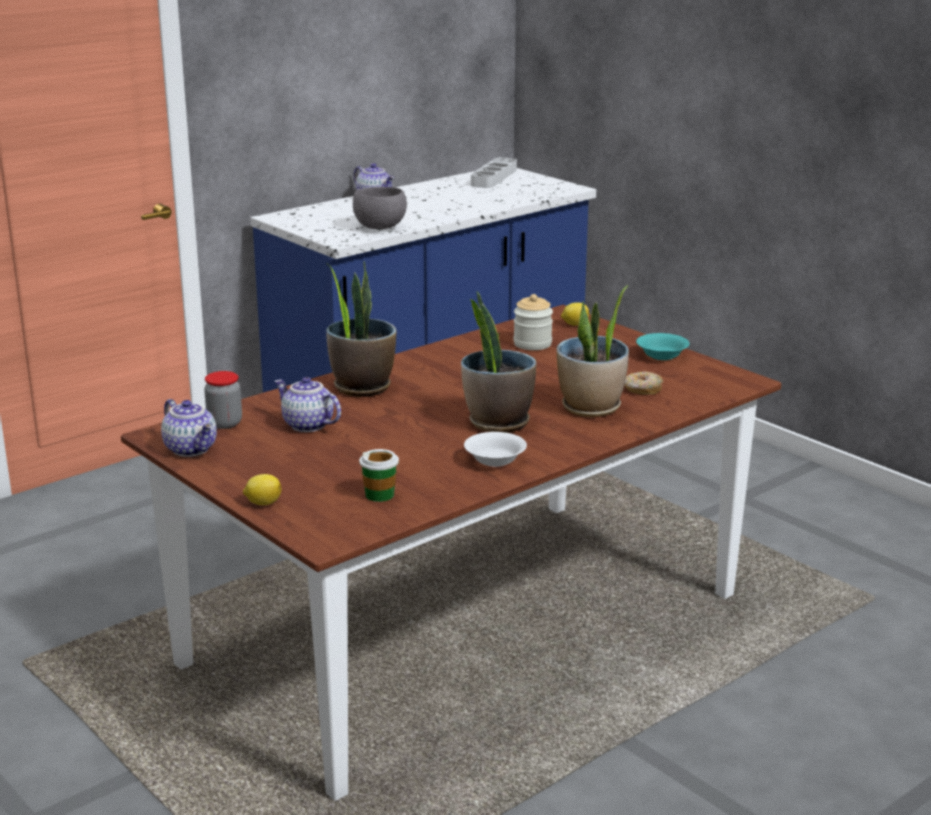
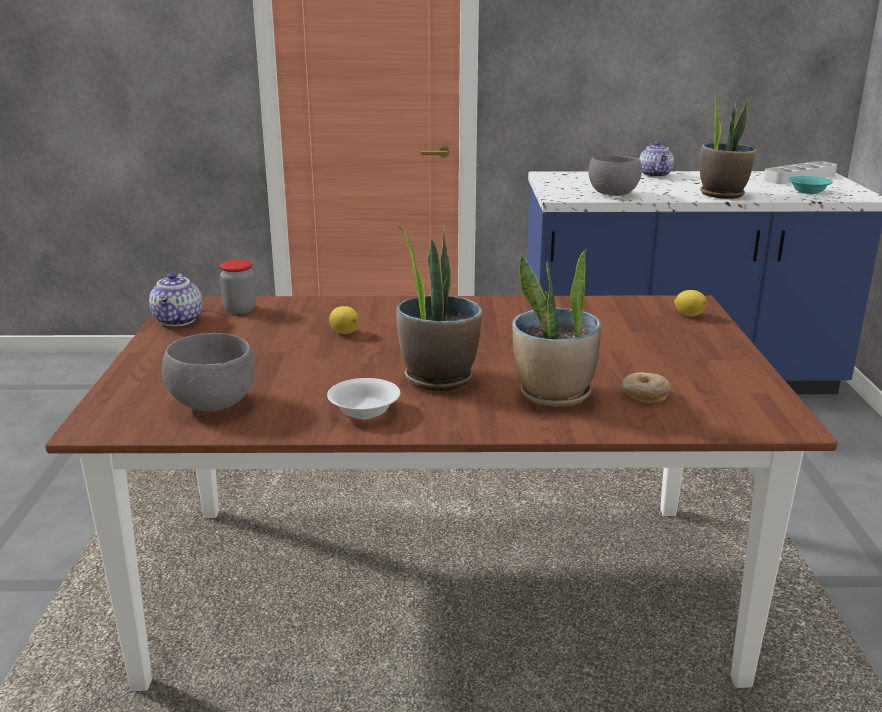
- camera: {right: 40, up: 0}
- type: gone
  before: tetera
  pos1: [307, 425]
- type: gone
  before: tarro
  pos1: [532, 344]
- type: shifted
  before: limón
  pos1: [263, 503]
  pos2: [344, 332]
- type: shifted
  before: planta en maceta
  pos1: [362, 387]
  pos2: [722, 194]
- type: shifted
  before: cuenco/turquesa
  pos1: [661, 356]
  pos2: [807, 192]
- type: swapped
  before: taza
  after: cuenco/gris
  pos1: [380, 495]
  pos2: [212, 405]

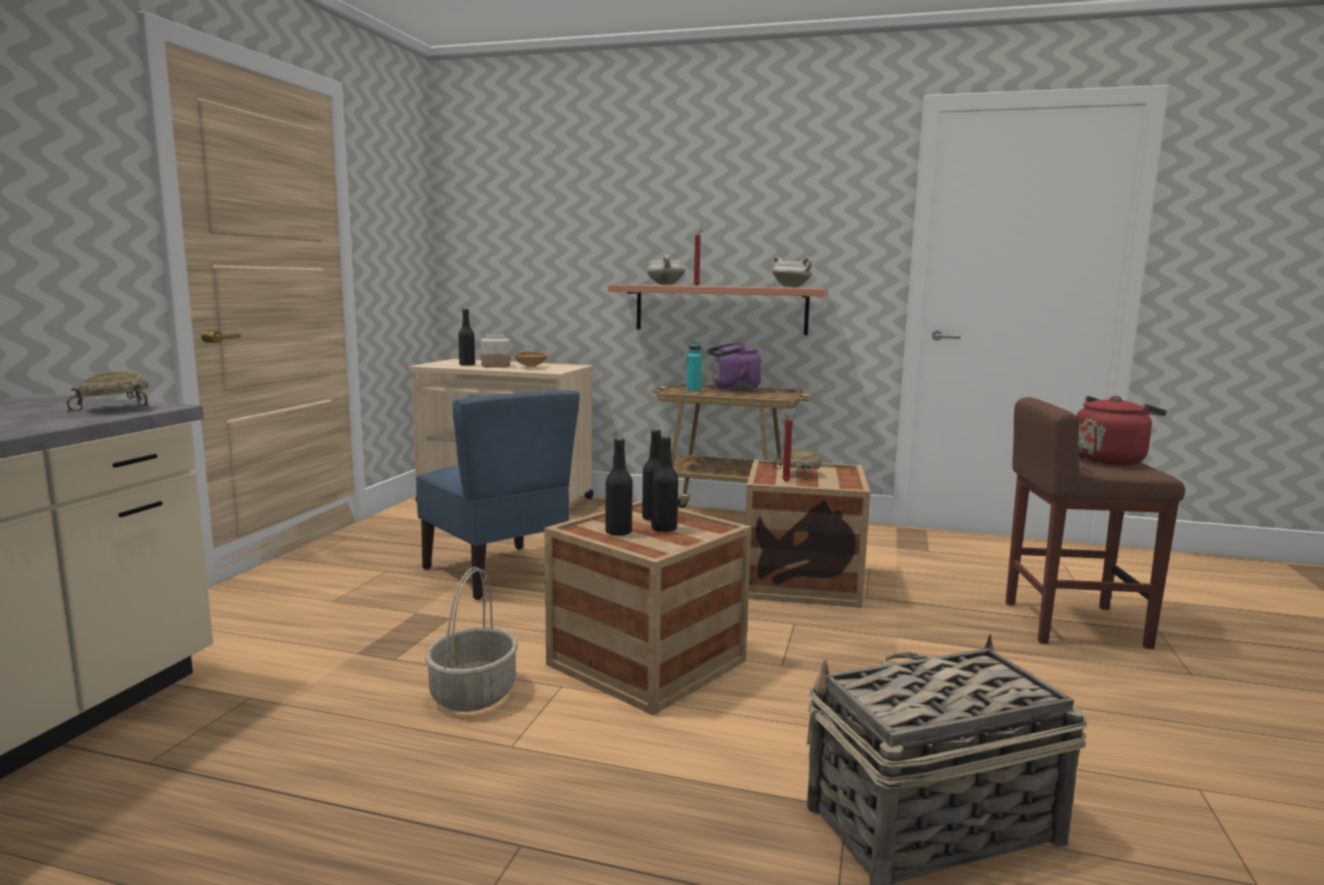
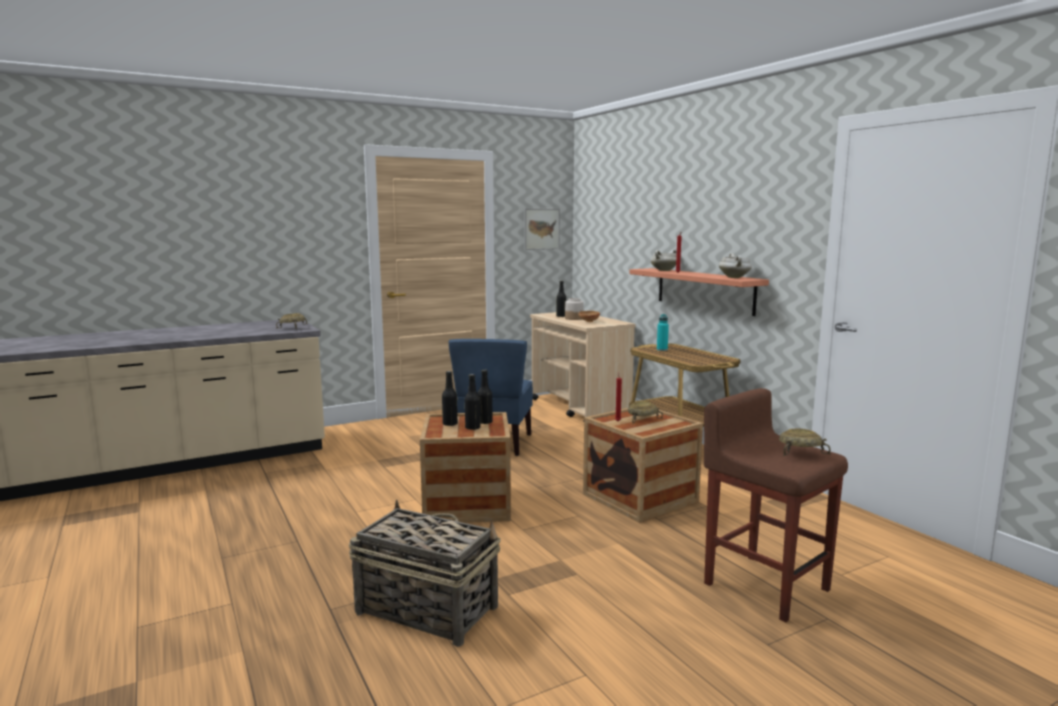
- camera: {right: 45, up: 0}
- type: gone
  before: cesta
  pos1: [473, 693]
- type: gone
  before: hervidor/morado
  pos1: [733, 389]
- type: new
  after: cuadro
  pos2: [541, 229]
- type: swapped
  before: hervidor/rojo
  after: cuenco/beis
  pos1: [1109, 460]
  pos2: [800, 453]

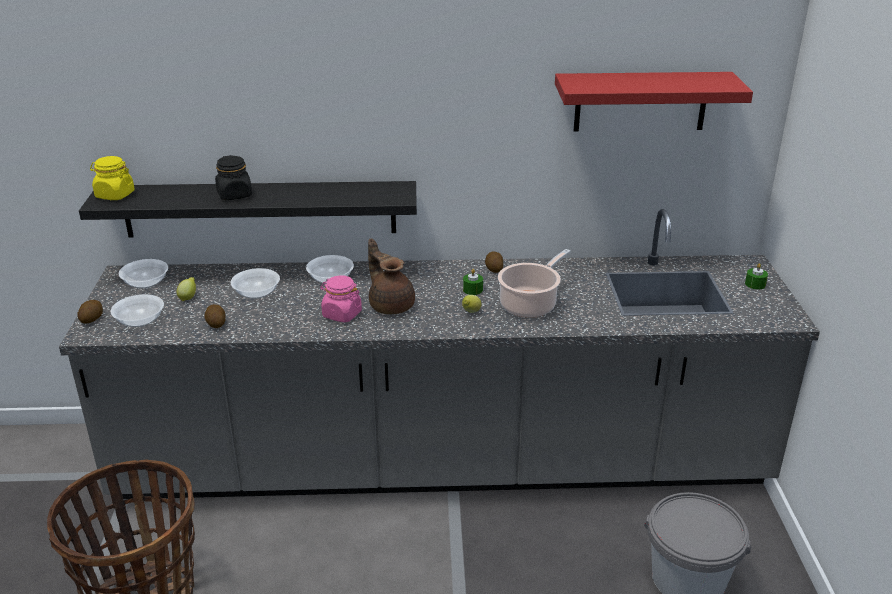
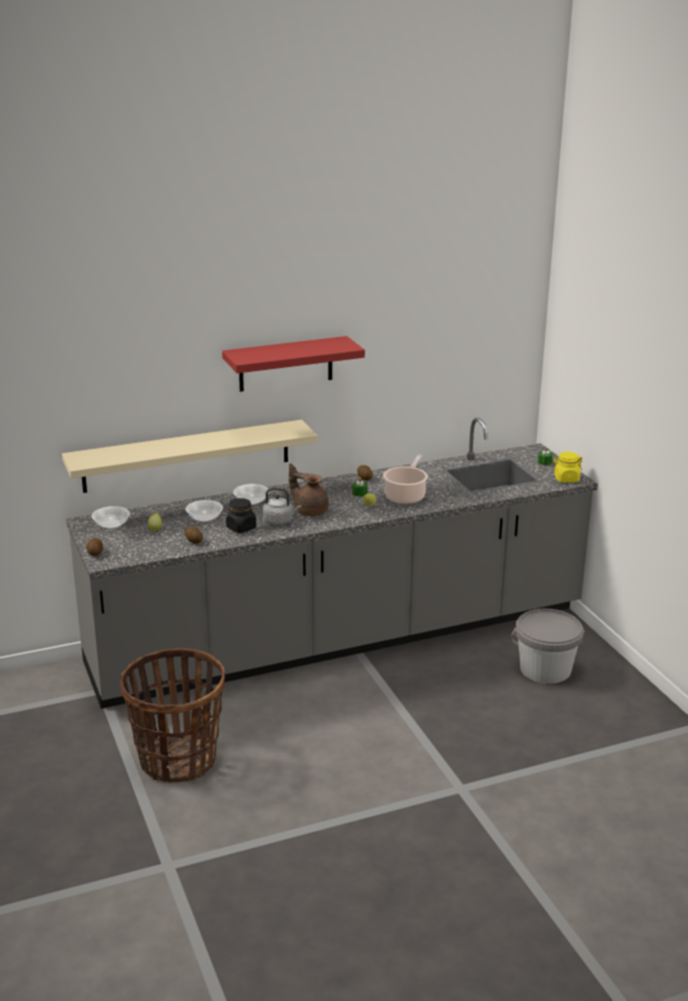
- camera: {right: -20, up: -5}
- type: gone
  before: cuenco
  pos1: [140, 320]
- type: shifted
  before: tarro/amarillo
  pos1: [115, 195]
  pos2: [566, 479]
- type: shifted
  before: tarro/negro
  pos1: [234, 195]
  pos2: [241, 528]
- type: shifted
  before: estante/rojo
  pos1: [640, 101]
  pos2: [285, 364]
- type: swapped
  before: tarro/rosa
  after: hervidor/gris
  pos1: [341, 314]
  pos2: [280, 521]
- type: repainted
  before: estante/negro
  after: estante/beis
  pos1: [260, 209]
  pos2: [187, 456]

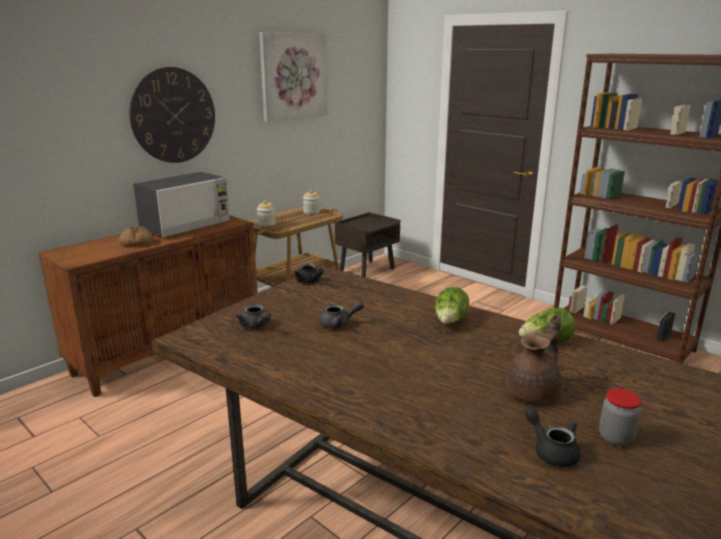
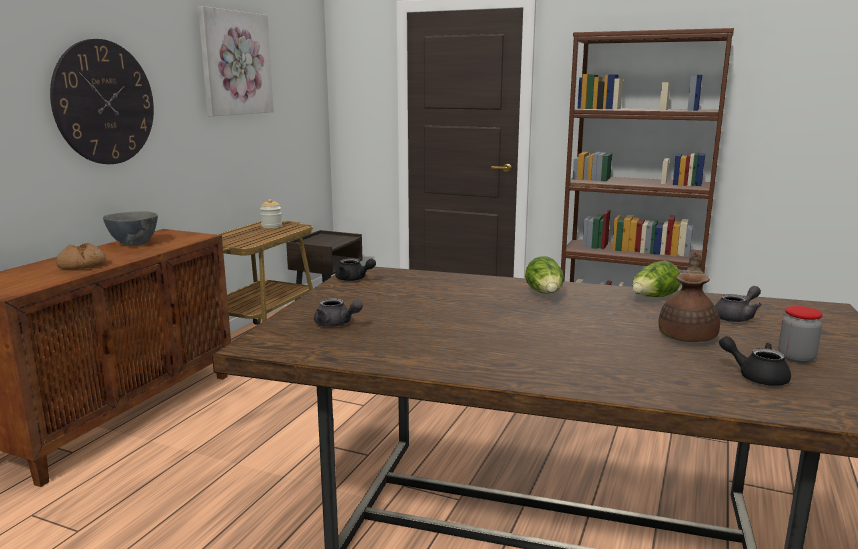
- camera: {right: -20, up: -5}
- type: gone
  before: tarro
  pos1: [266, 224]
- type: shifted
  before: tetera/gris
  pos1: [339, 324]
  pos2: [736, 317]
- type: swapped
  before: microondas
  after: cuenco/gris
  pos1: [186, 226]
  pos2: [134, 244]

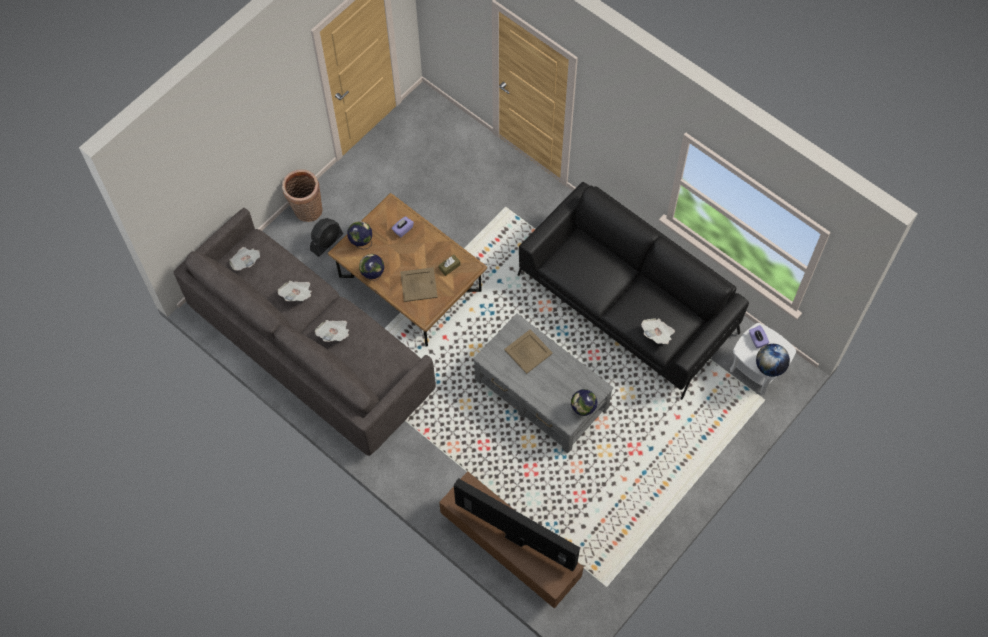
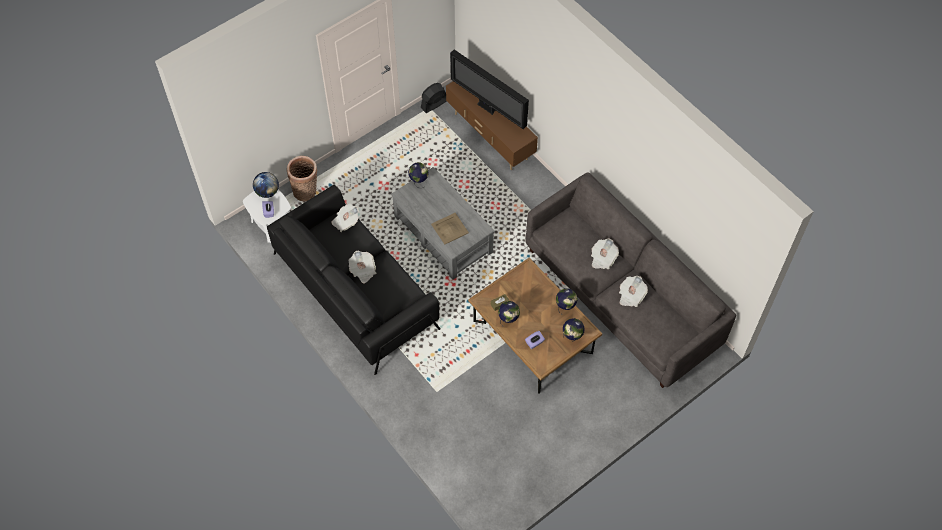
- camera: {right: -170, up: -5}
- type: gone
  before: bandeja/beis
  pos1: [419, 285]
- type: new
  after: globo terráqueo
  pos2: [508, 319]
- type: shifted
  before: periódico
  pos1: [245, 262]
  pos2: [363, 271]
- type: shifted
  before: cesta
  pos1: [306, 210]
  pos2: [306, 191]
- type: shifted
  before: ventilador/negro
  pos1: [327, 242]
  pos2: [434, 104]

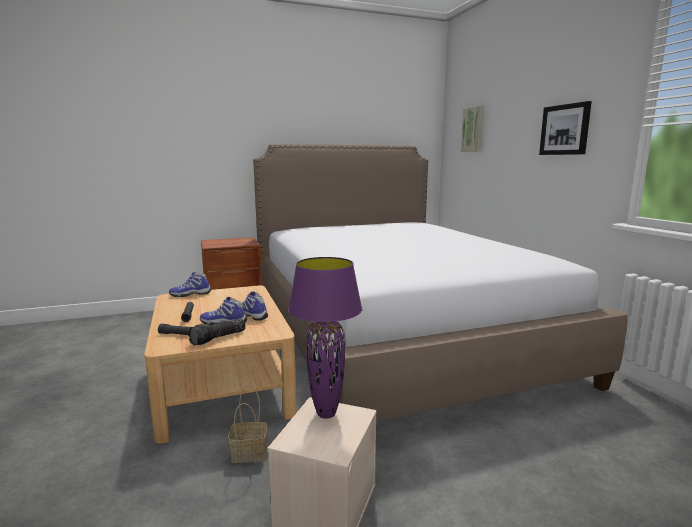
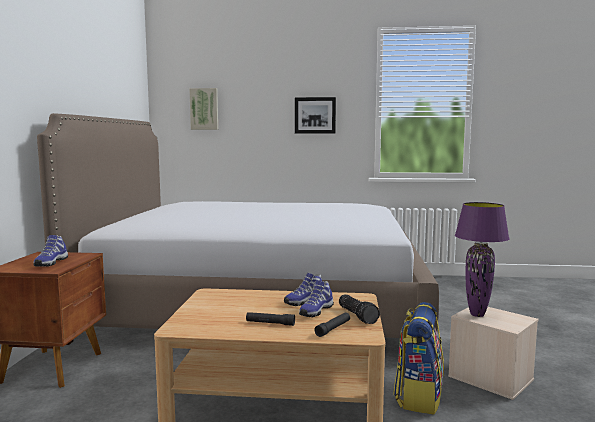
- camera: {right: -65, up: -5}
- type: shifted
  before: zapato
  pos1: [190, 294]
  pos2: [50, 263]
- type: swapped
  before: cesta
  after: mochila
  pos1: [250, 453]
  pos2: [418, 396]

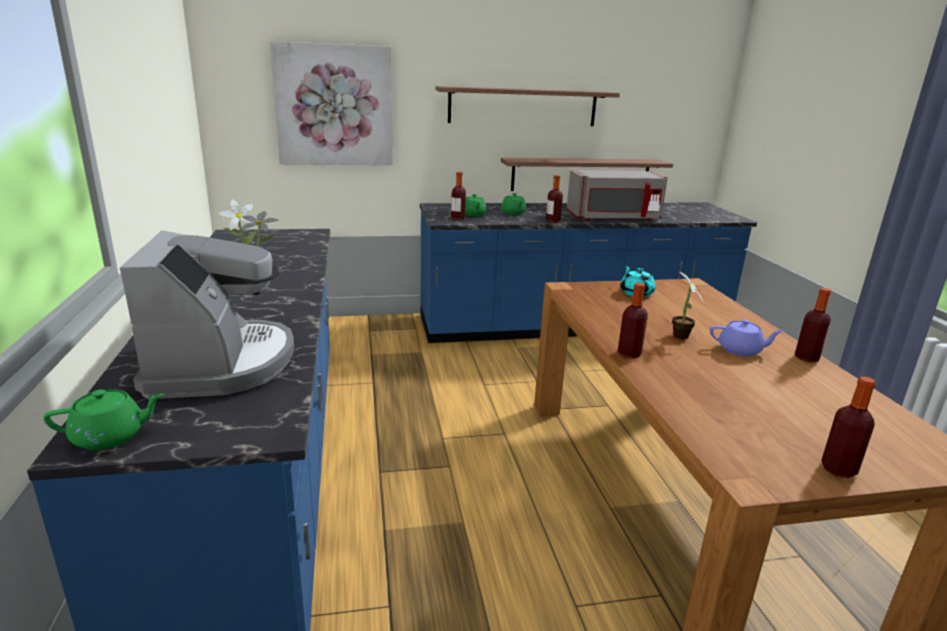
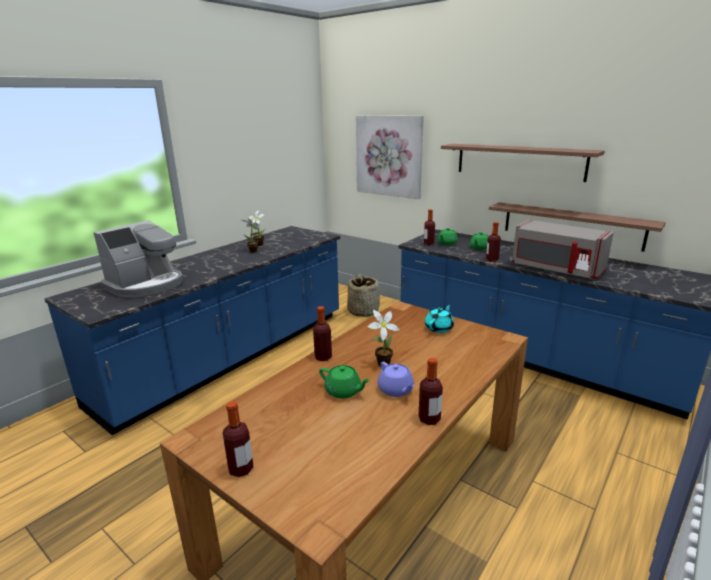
- camera: {right: 50, up: 0}
- type: new
  after: cesta
  pos2: [363, 311]
- type: shifted
  before: tetera/verde
  pos1: [111, 436]
  pos2: [344, 391]

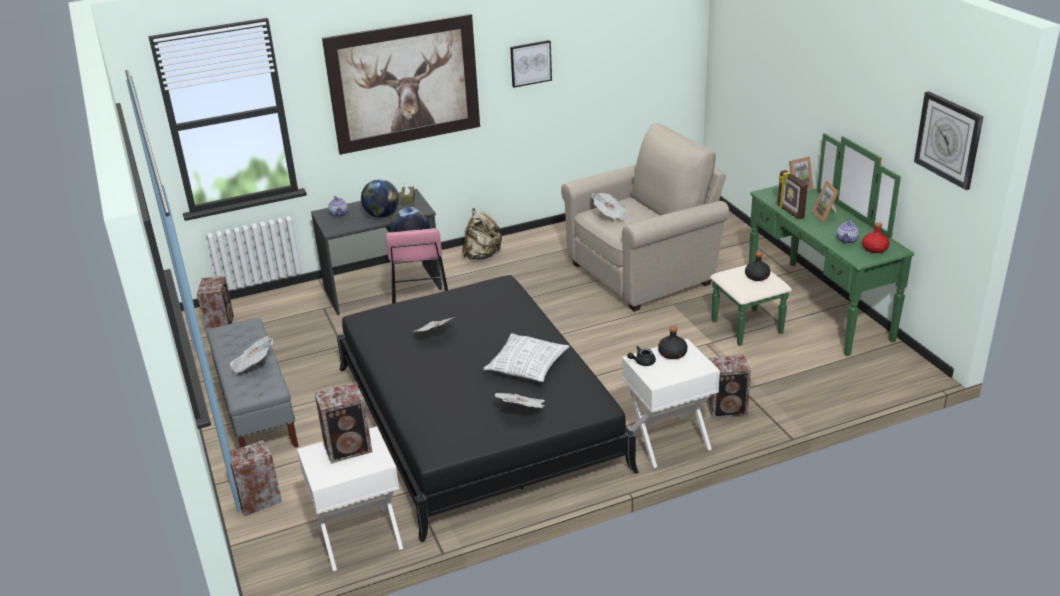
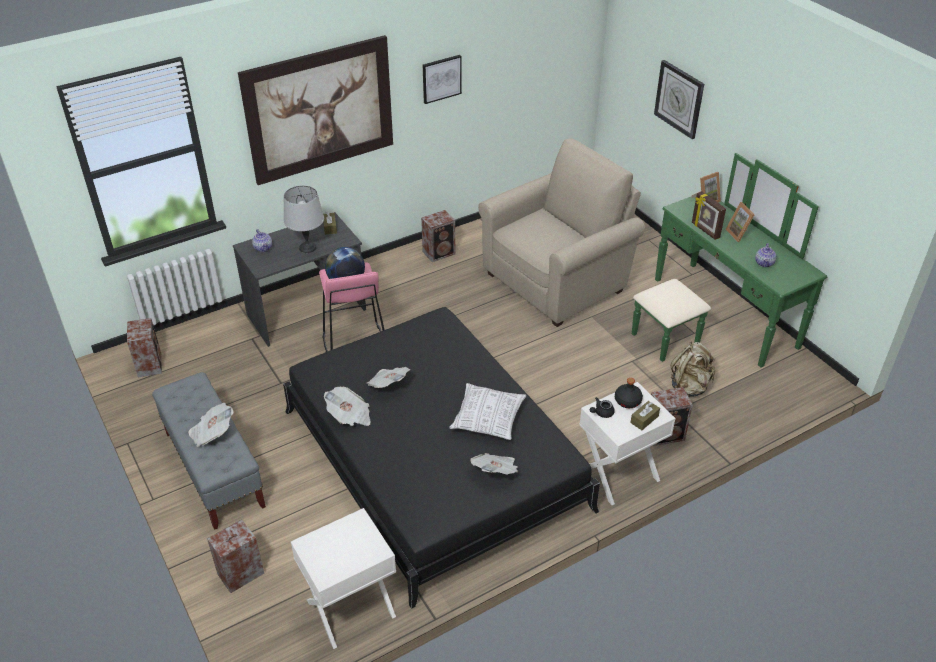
- camera: {right: -10, up: 10}
- type: gone
  before: botella/negro
  pos1: [756, 276]
- type: gone
  before: botella/rojo
  pos1: [875, 249]
- type: new
  after: caja de pañuelos/marrón
  pos2: [644, 419]
- type: shifted
  before: altavoz
  pos1: [349, 448]
  pos2: [440, 253]
- type: shifted
  before: mochila/beis
  pos1: [482, 255]
  pos2: [689, 387]
- type: shifted
  before: periódico
  pos1: [611, 216]
  pos2: [349, 416]
- type: shifted
  before: reloj de pared
  pos1: [948, 139]
  pos2: [679, 99]
- type: swapped
  before: globo terráqueo
  after: lámpara de mesa/gris
  pos1: [382, 215]
  pos2: [308, 247]

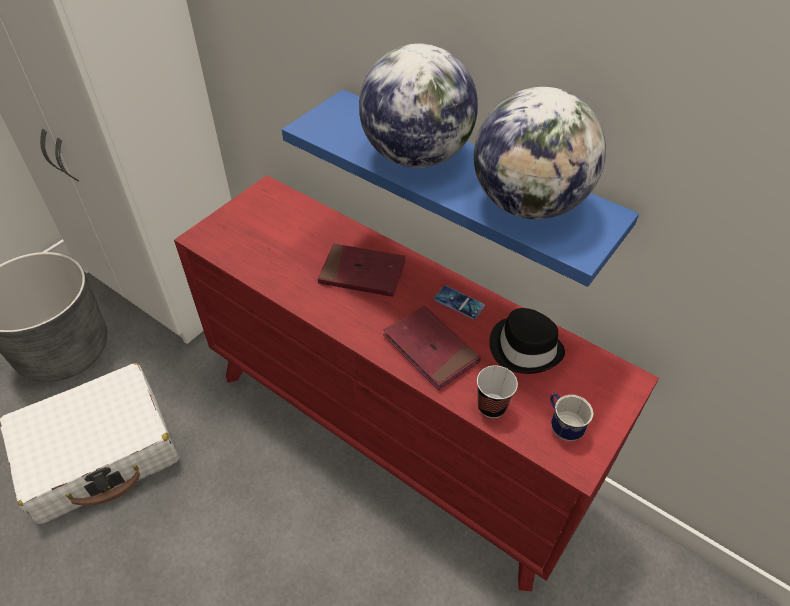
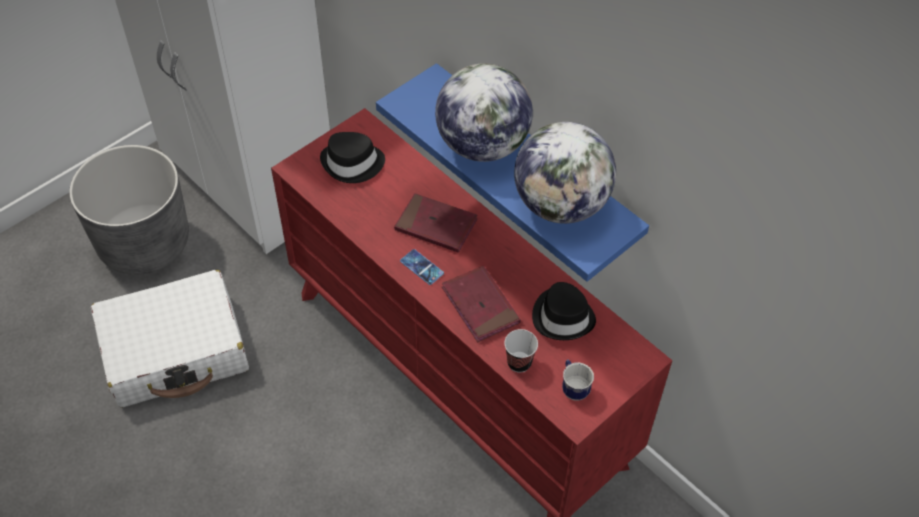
- camera: {right: 10, up: 5}
- type: new
  after: sombrero/negro
  pos2: [353, 164]
- type: shifted
  before: móvil
  pos1: [459, 302]
  pos2: [421, 267]

